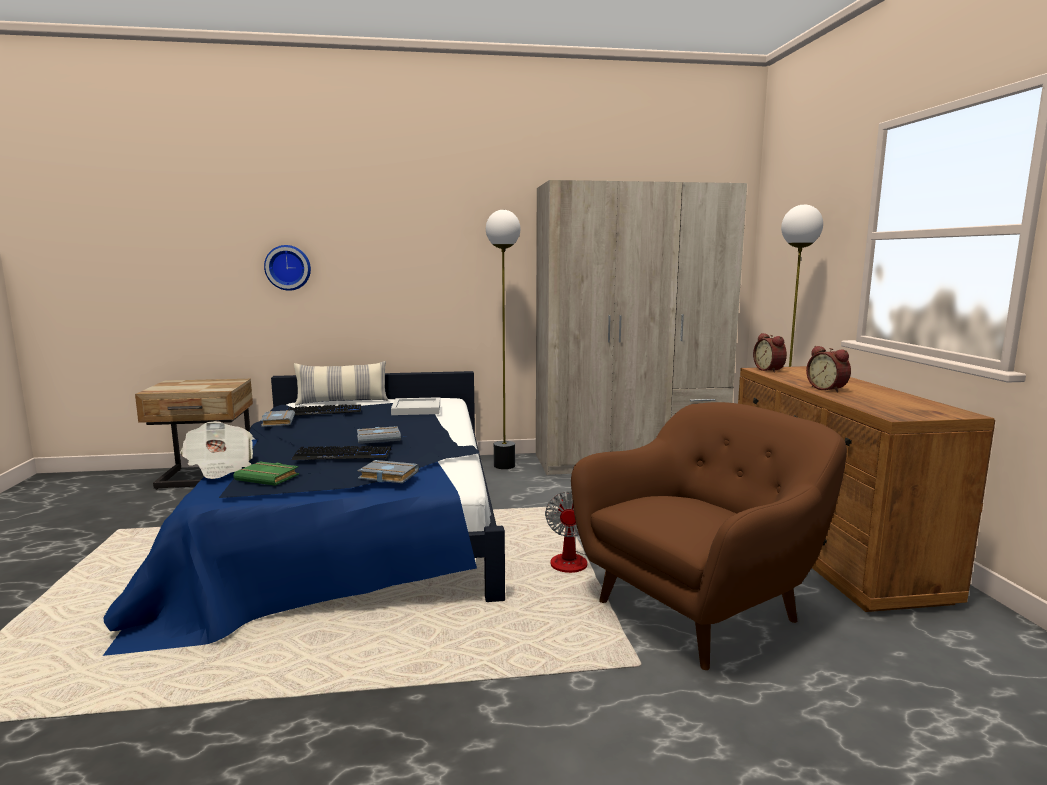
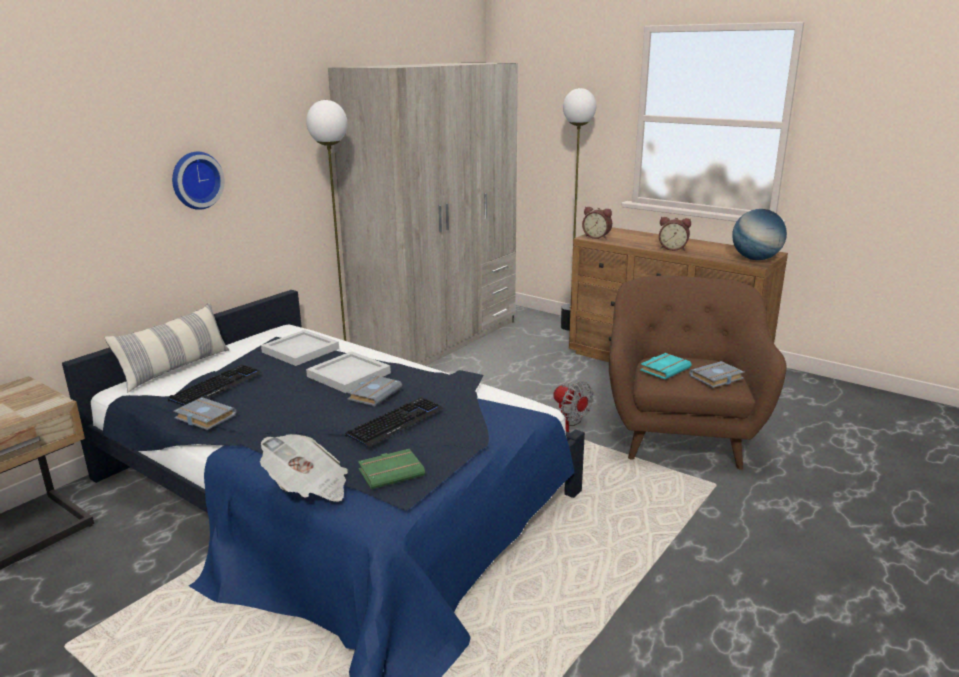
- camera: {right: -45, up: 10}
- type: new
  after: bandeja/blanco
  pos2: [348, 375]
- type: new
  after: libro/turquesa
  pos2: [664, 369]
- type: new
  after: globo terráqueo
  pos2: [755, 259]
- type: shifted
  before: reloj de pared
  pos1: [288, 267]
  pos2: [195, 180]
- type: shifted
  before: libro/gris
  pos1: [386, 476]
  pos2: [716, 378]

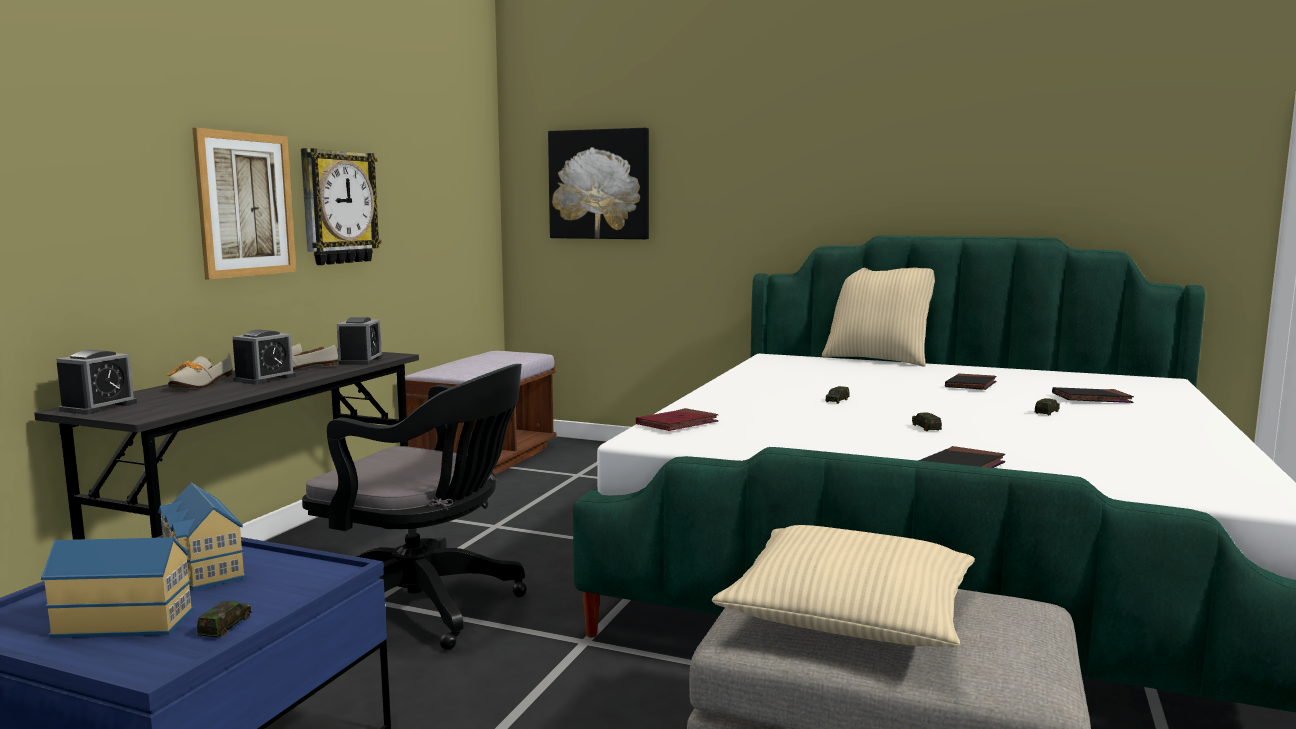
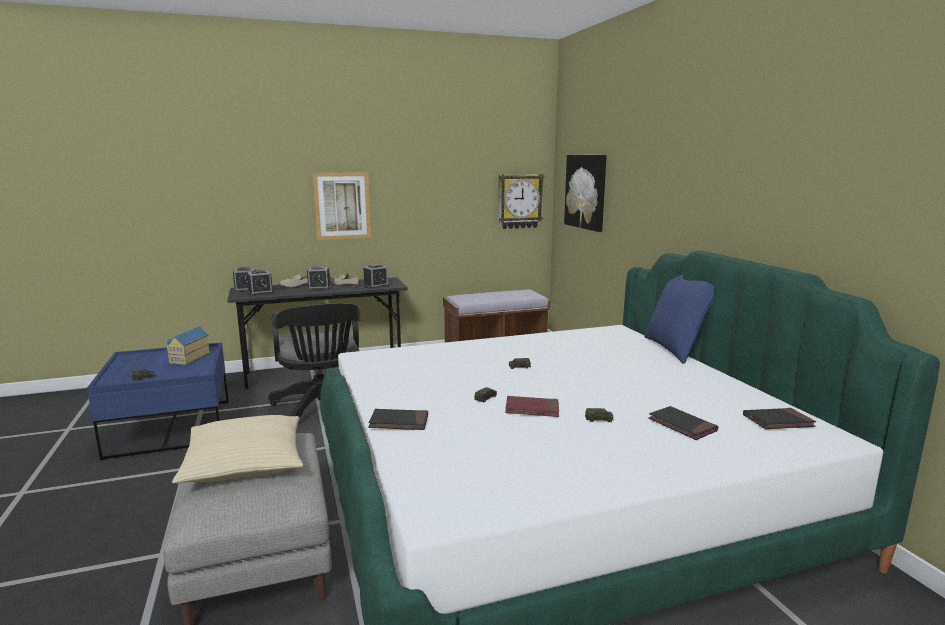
- camera: {right: 50, up: 5}
- type: gone
  before: casita
  pos1: [126, 620]
- type: new
  after: despertador
  pos2: [260, 293]
- type: shifted
  before: reloj de pared
  pos1: [338, 207]
  pos2: [519, 201]
- type: shifted
  before: libro/rojo
  pos1: [677, 424]
  pos2: [532, 409]
- type: shifted
  before: libro/negro
  pos1: [970, 385]
  pos2: [778, 421]
- type: repainted
  before: cojín/beis
  after: cojín/azul
  pos1: [877, 359]
  pos2: [676, 349]

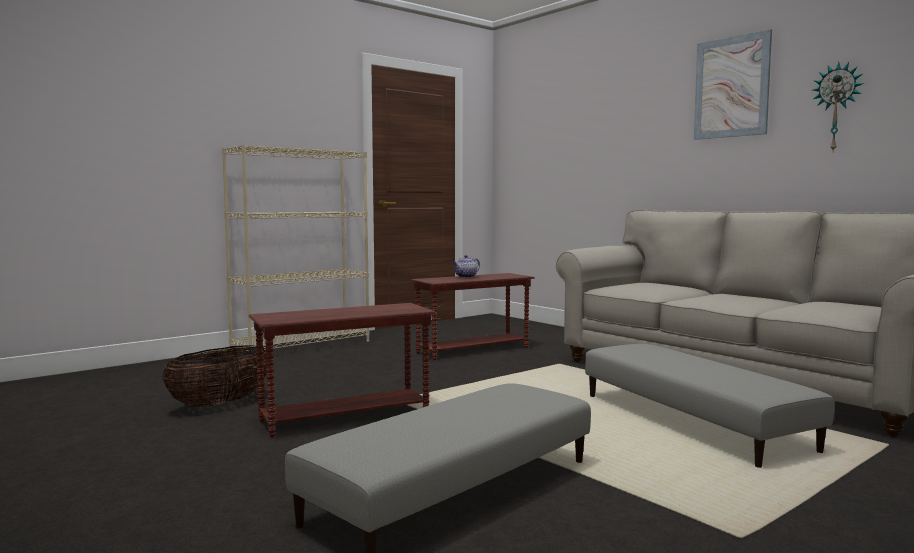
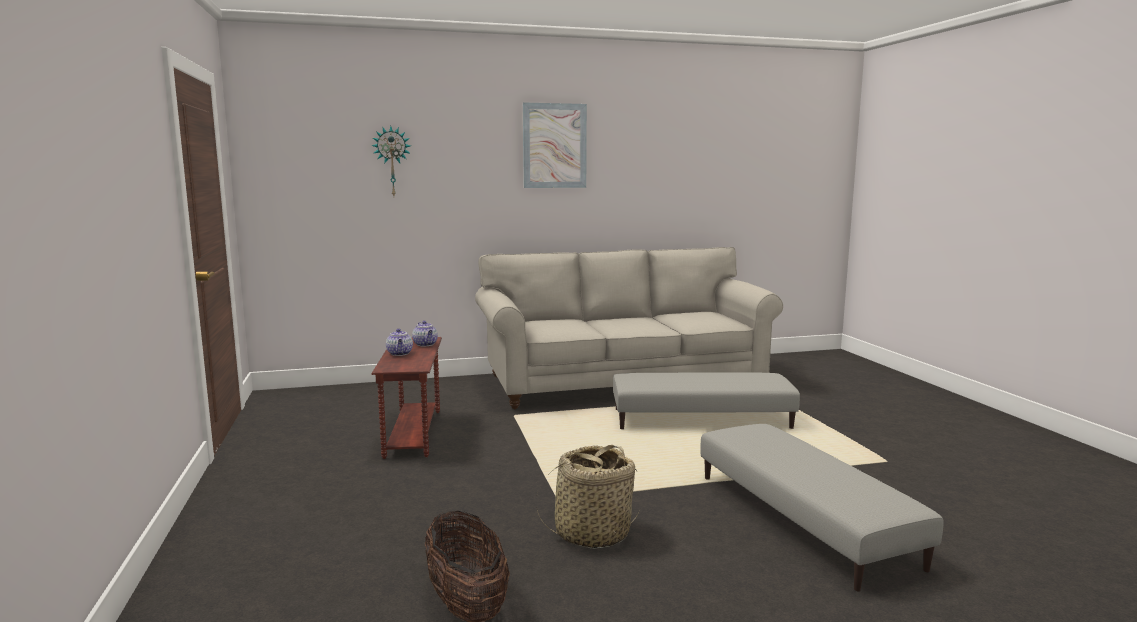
- camera: {right: -65, up: 5}
- type: gone
  before: estantería/beis
  pos1: [302, 345]
- type: new
  after: tetera
  pos2: [426, 344]
- type: shifted
  before: reloj de pared
  pos1: [837, 107]
  pos2: [392, 161]
- type: swapped
  before: mesa auxiliar/marrón
  after: cesta
  pos1: [345, 417]
  pos2: [592, 533]

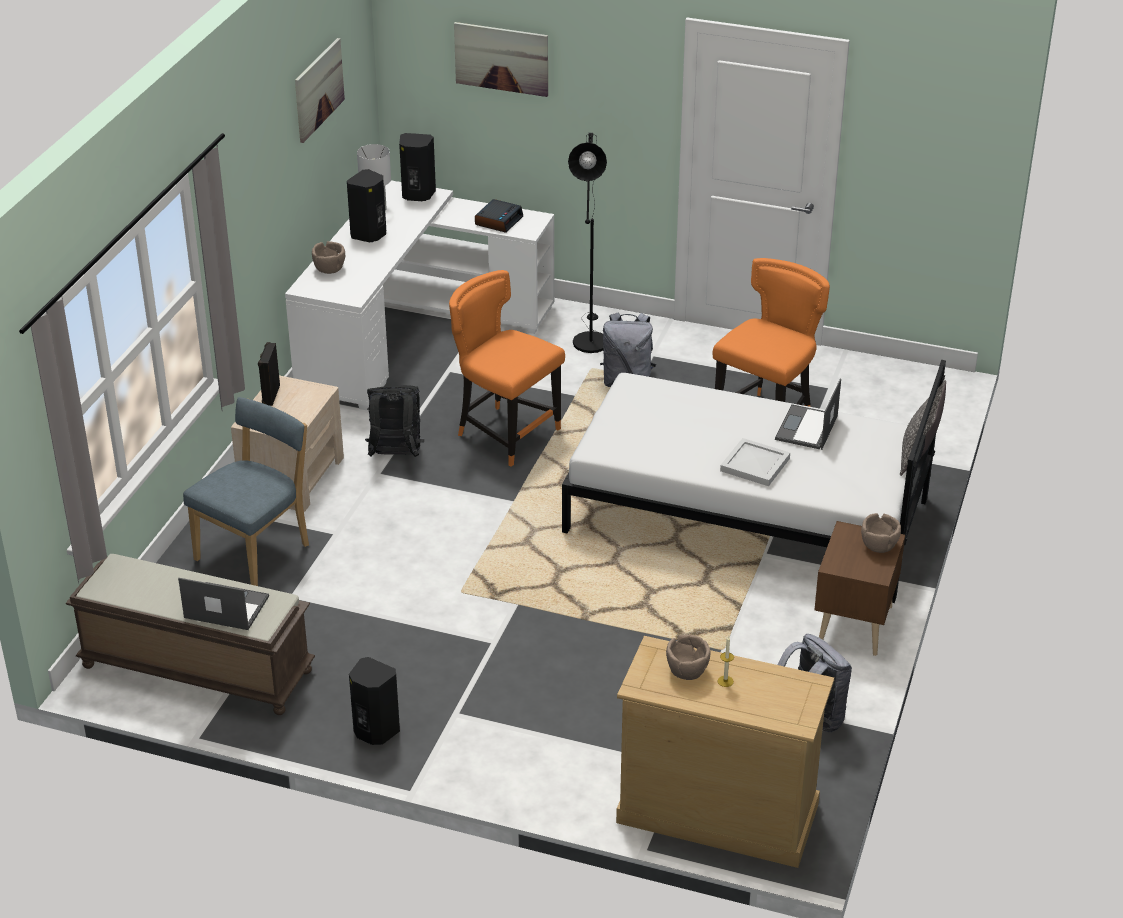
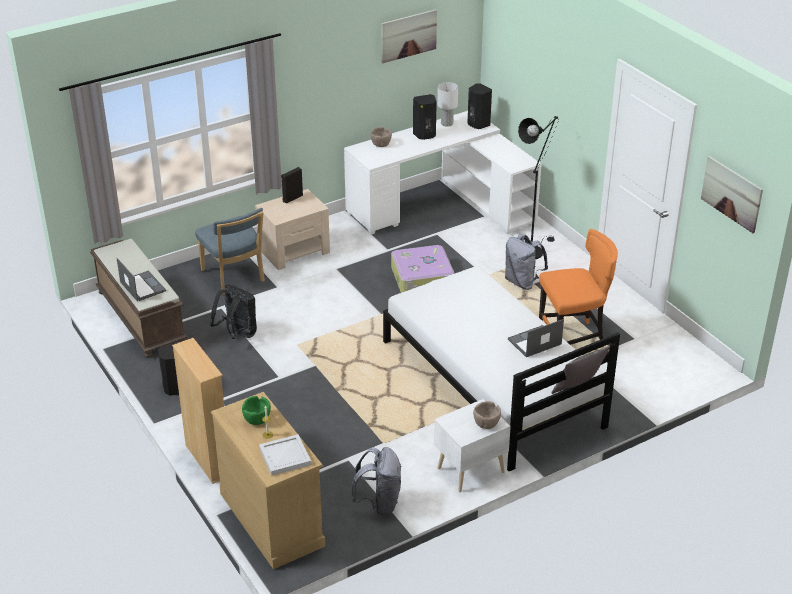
- camera: {right: 40, up: 0}
- type: gone
  before: despertador
  pos1: [498, 221]
- type: new
  after: estantería/beis
  pos2: [208, 460]
- type: shifted
  before: mochila/negro
  pos1: [395, 456]
  pos2: [237, 334]
- type: shifted
  before: cuadro
  pos1: [501, 58]
  pos2: [731, 193]
- type: shifted
  before: bandeja/blanco
  pos1: [756, 464]
  pos2: [286, 457]
- type: swapped
  before: silla/naranja
  after: maleta
  pos1: [505, 433]
  pos2: [422, 278]
- type: repainted
  before: cuenco/marrón
  after: cuenco/verde
  pos1: [687, 672]
  pos2: [257, 419]
- type: repainted
  before: mesita de noche/marrón
  after: mesita de noche/blanco
  pos1: [852, 625]
  pos2: [469, 470]
- type: rotated
  before: silla/azul
  pos1: [256, 550]
  pos2: [234, 277]
  turn: 75

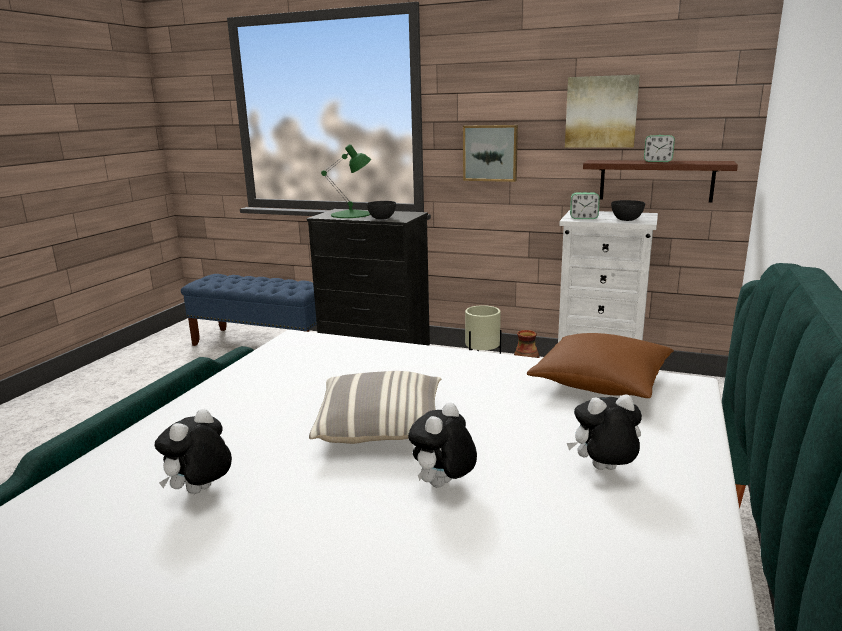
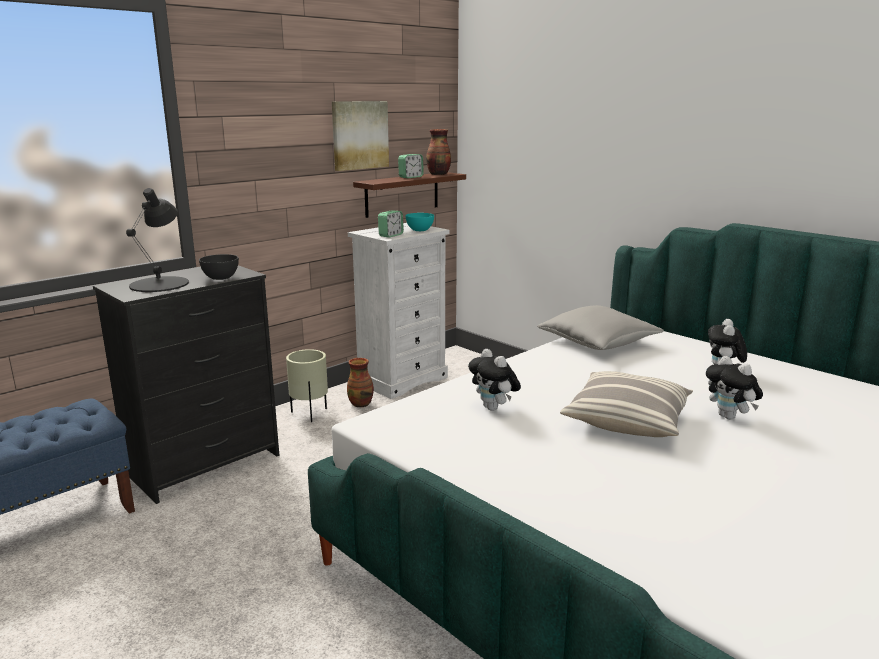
- camera: {right: -65, up: 0}
- type: gone
  before: cuadro
  pos1: [490, 153]
- type: new
  after: florero
  pos2: [439, 174]
- type: shifted
  before: peluche
  pos1: [201, 492]
  pos2: [494, 408]
- type: repainted
  before: lámpara de mesa/verde
  after: lámpara de mesa/negro
  pos1: [351, 214]
  pos2: [160, 284]
- type: repainted
  before: cojín/marrón
  after: cojín/gris
  pos1: [601, 382]
  pos2: [598, 342]
- type: repainted
  before: cuenco/gris
  after: cuenco/turquesa
  pos1: [626, 220]
  pos2: [419, 230]

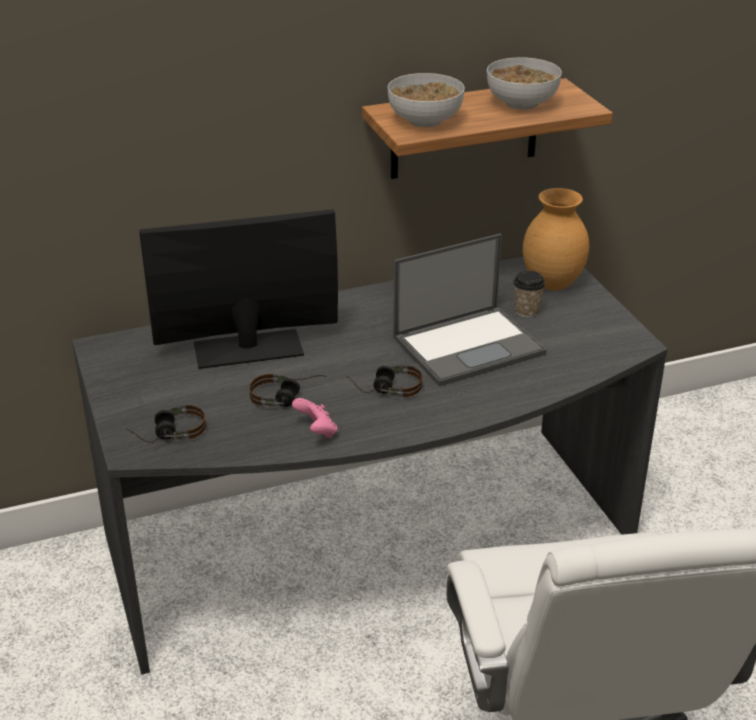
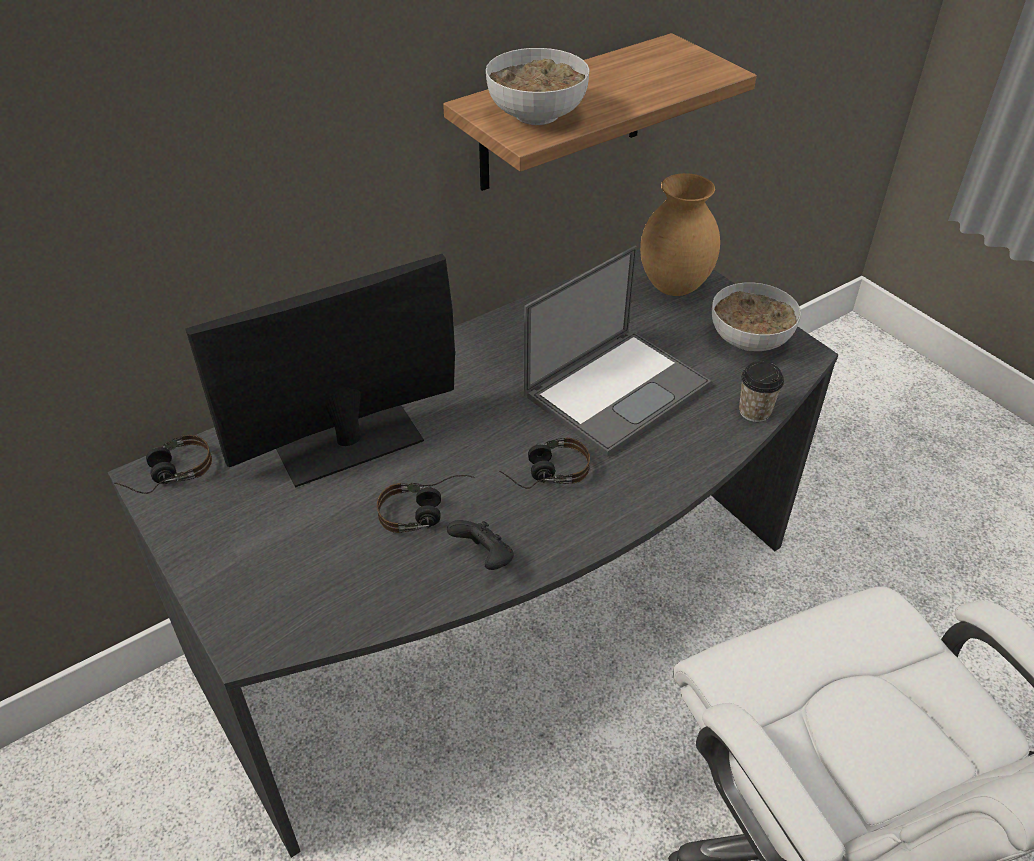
- camera: {right: -15, up: 10}
- type: shifted
  before: auriculares
  pos1: [167, 434]
  pos2: [166, 475]
- type: shifted
  before: cuenco
  pos1: [522, 103]
  pos2: [750, 340]
- type: shifted
  before: taza
  pos1: [527, 311]
  pos2: [754, 411]
- type: repainted
  before: mando de consola/rosa
  after: mando de consola/negro
  pos1: [317, 431]
  pos2: [484, 558]

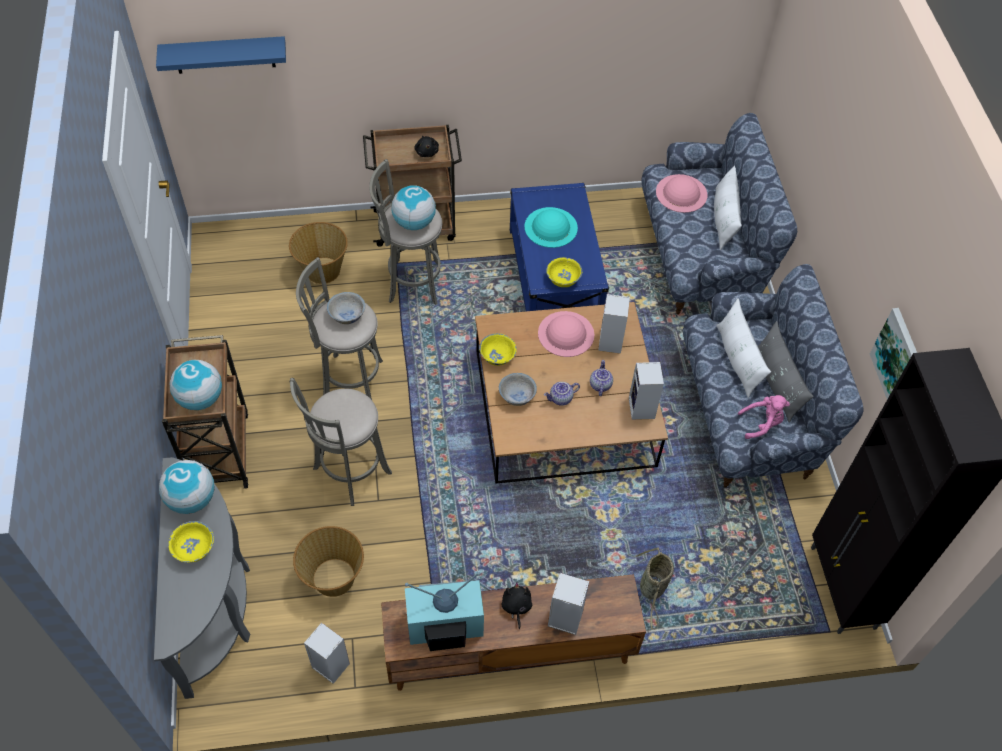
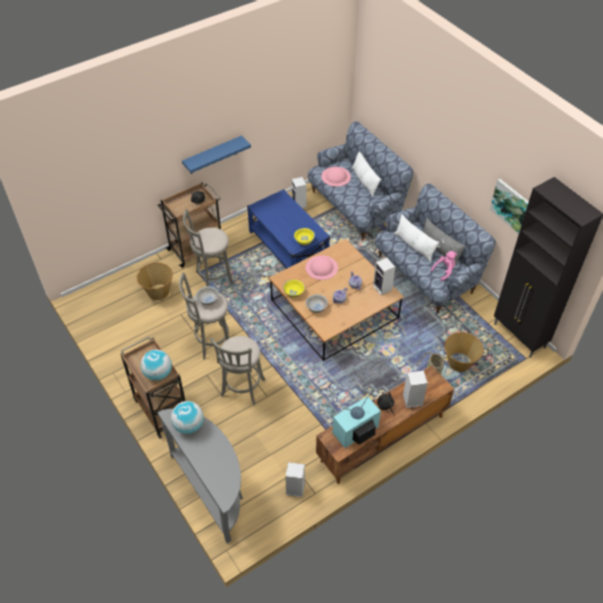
- camera: {right: -25, up: -5}
- type: gone
  before: cuenco/amarillo
  pos1: [194, 548]
- type: gone
  before: globo terráqueo
  pos1: [414, 223]
- type: gone
  before: sombrero/turquesa
  pos1: [550, 227]
- type: shifted
  before: estante/azul
  pos1: [224, 55]
  pos2: [213, 155]
- type: shifted
  before: cesta
  pos1: [333, 578]
  pos2: [459, 363]
- type: shifted
  before: altavoz
  pos1: [611, 343]
  pos2: [299, 205]

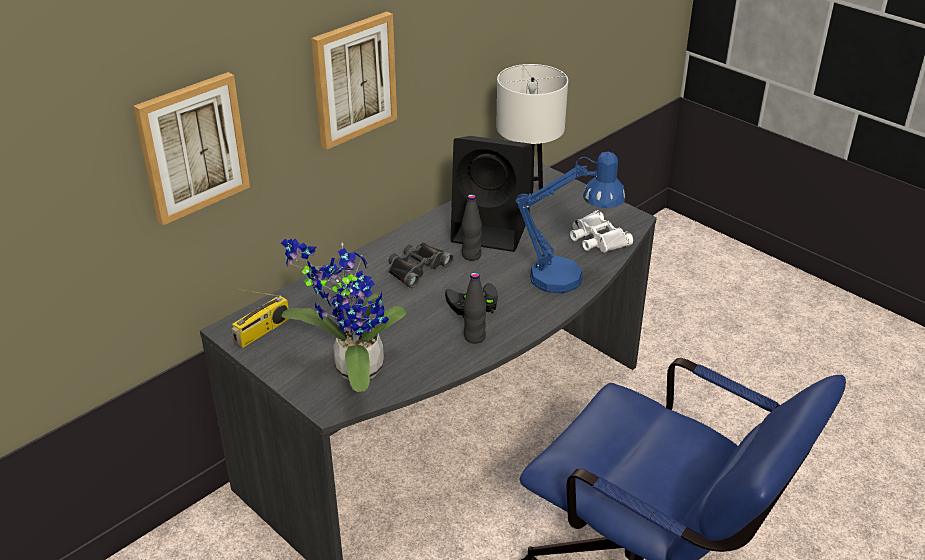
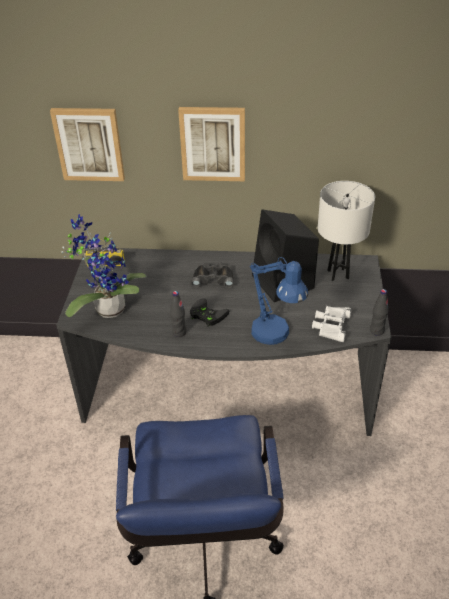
- camera: {right: 50, up: 5}
- type: shifted
  before: botella/negro
  pos1: [471, 255]
  pos2: [376, 331]

